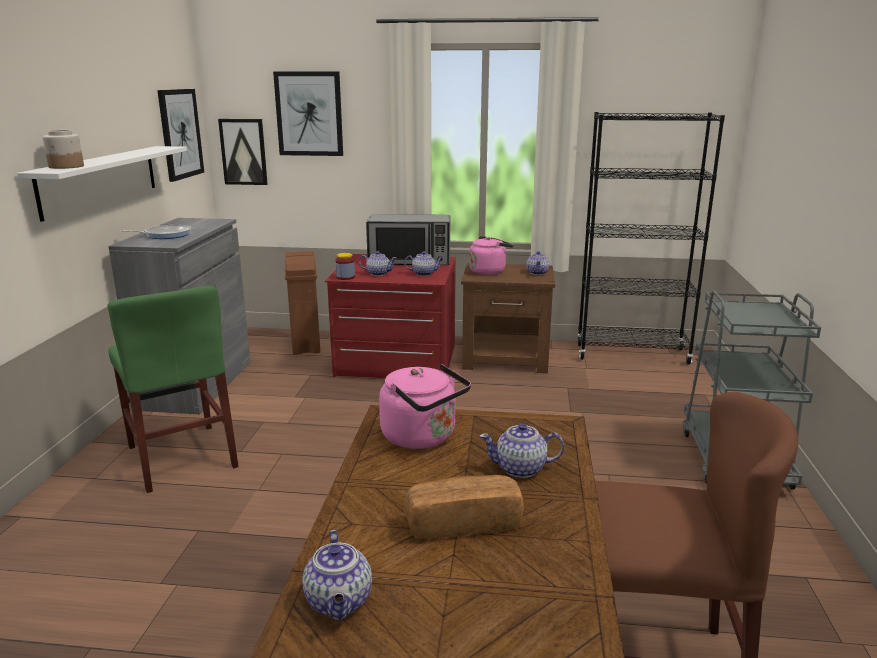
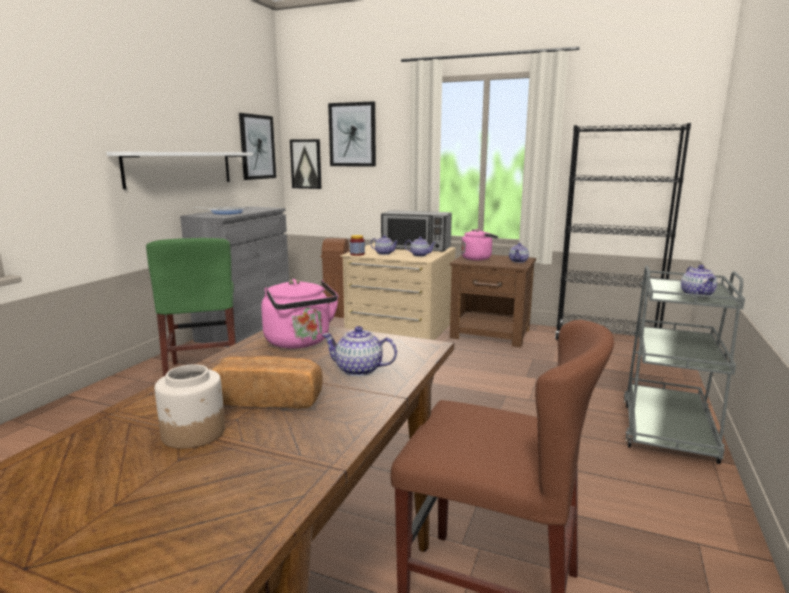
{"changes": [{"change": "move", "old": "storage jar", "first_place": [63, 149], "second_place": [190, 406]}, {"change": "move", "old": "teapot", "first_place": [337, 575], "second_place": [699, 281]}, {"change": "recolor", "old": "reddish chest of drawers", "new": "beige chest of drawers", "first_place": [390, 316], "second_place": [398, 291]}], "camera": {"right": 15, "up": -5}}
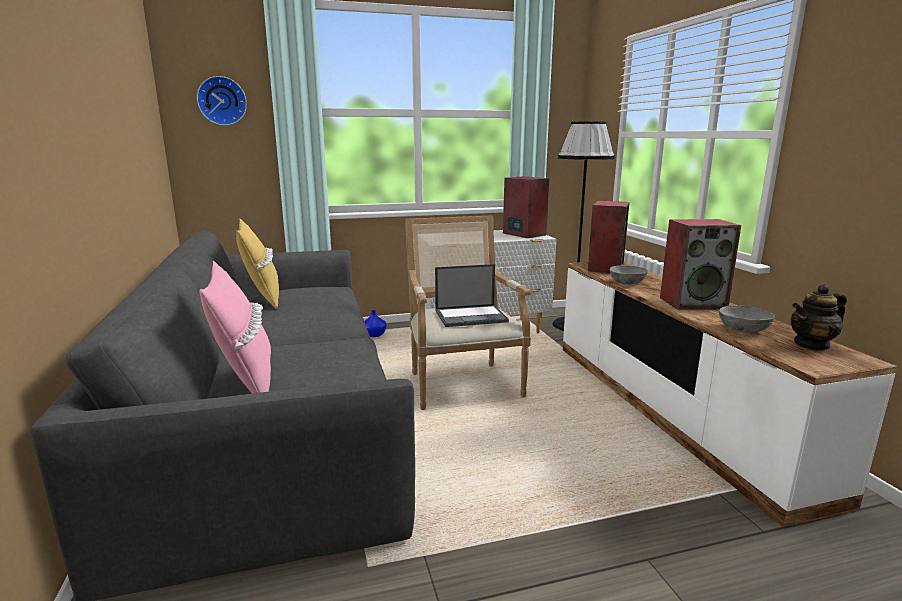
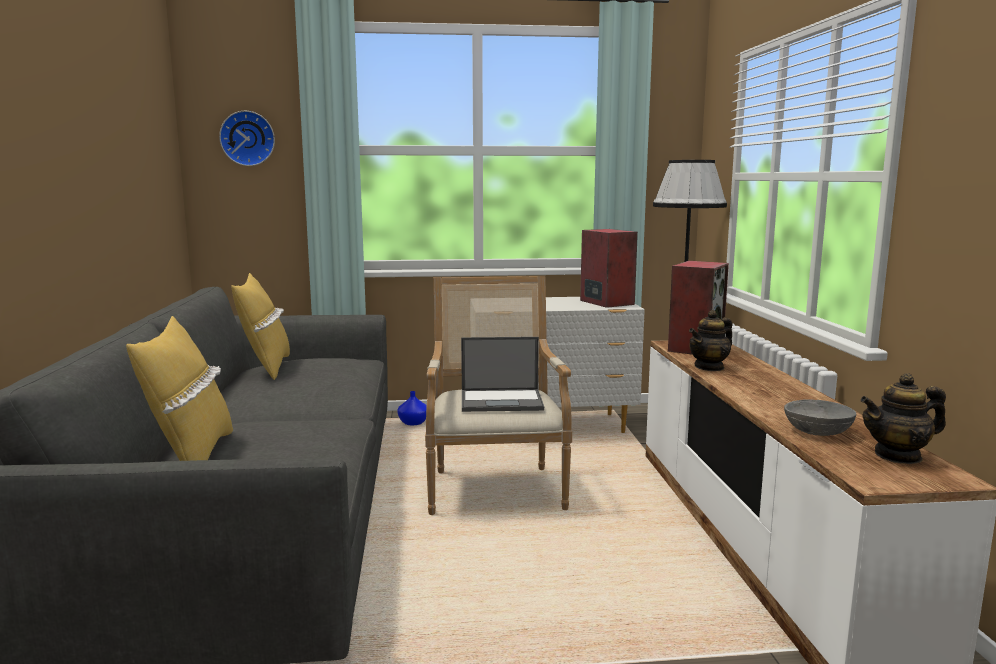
{"changes": [{"change": "delete", "old": "speaker", "first_place": [700, 264]}, {"change": "replace", "old": "grey serving bowl", "new": "teapot", "first_place": [628, 274], "second_place": [710, 340]}, {"change": "recolor", "old": "pink-coloured pillow", "new": "yellow-coloured pillow", "first_place": [235, 327], "second_place": [179, 388]}], "camera": {"right": 10, "up": -5}}
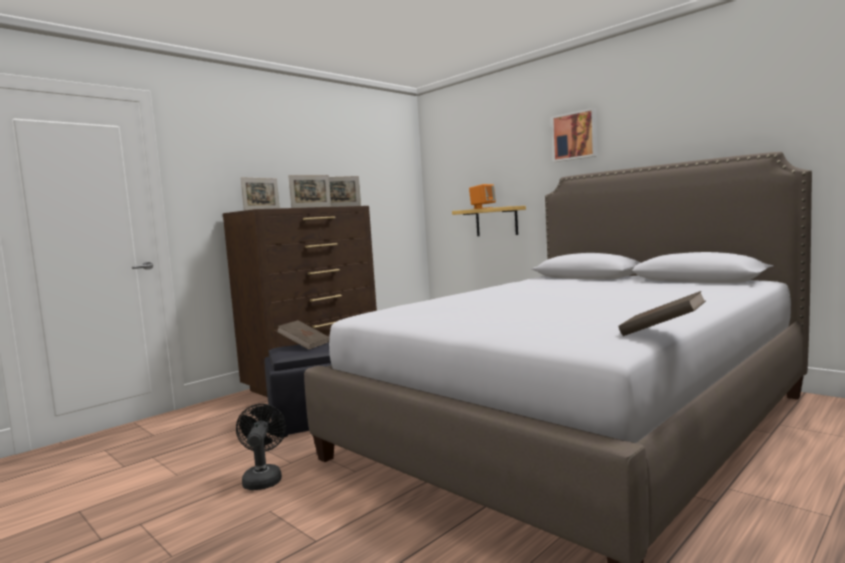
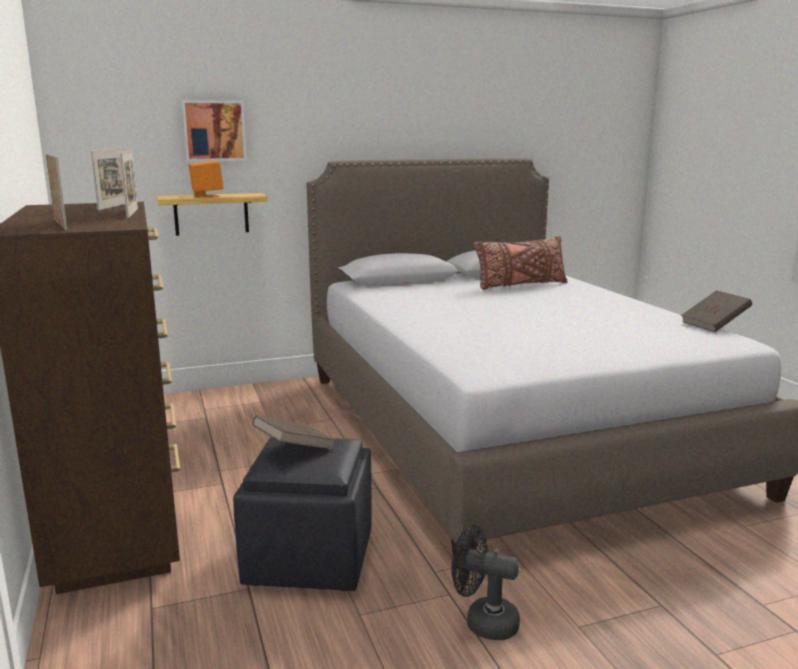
{"changes": [{"change": "insert", "new": "brown-coloured pillow", "second_place": [520, 263]}, {"change": "move", "old": "wall art", "first_place": [574, 135], "second_place": [214, 131]}], "camera": {"right": -65, "up": 10}}
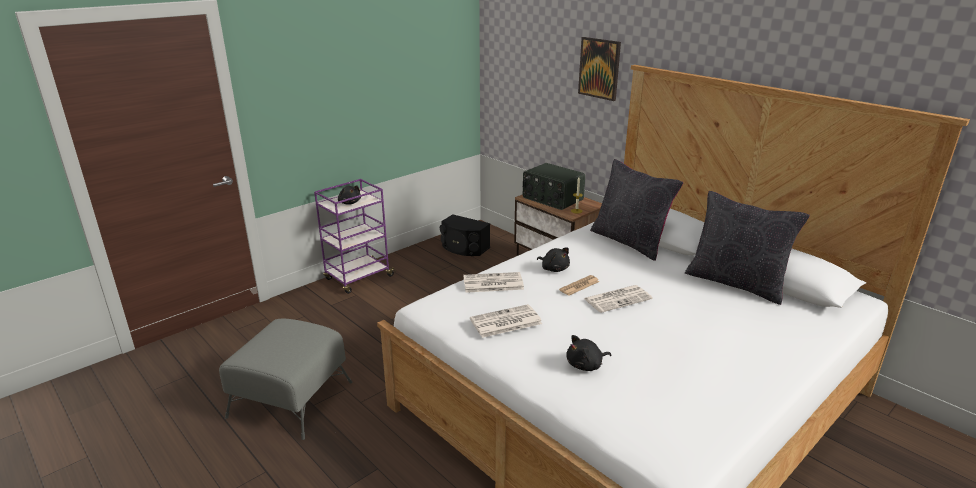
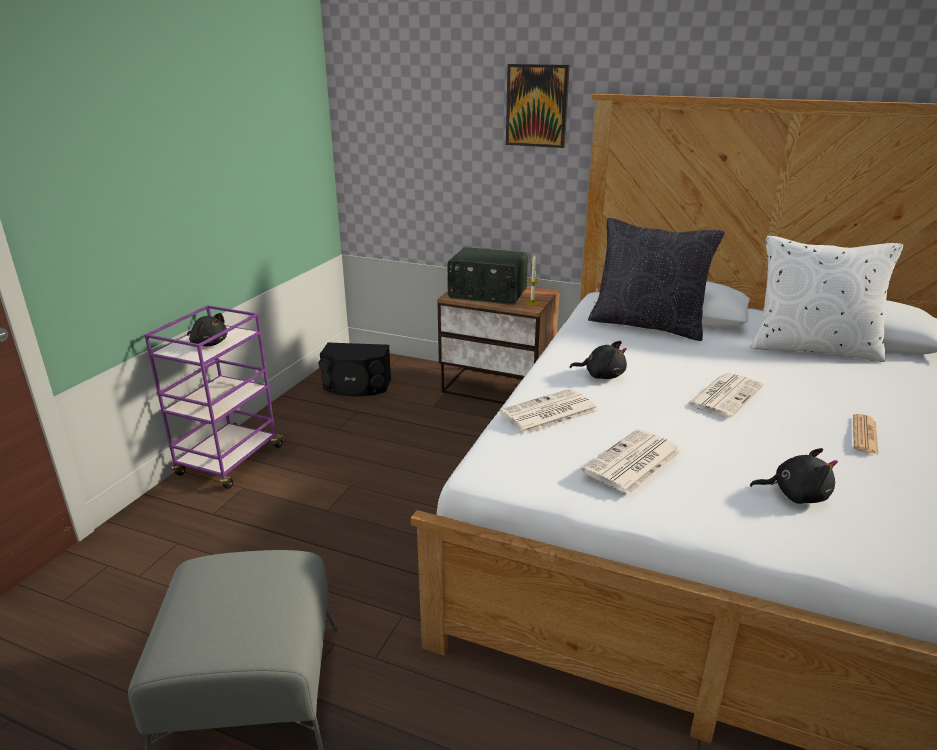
{"changes": [{"change": "move", "old": "daily paper", "first_place": [579, 285], "second_place": [866, 434]}, {"change": "recolor", "old": "black pillow", "new": "white pillow", "first_place": [747, 248], "second_place": [827, 299]}, {"change": "rotate", "old": "black plush toy", "first_place": [588, 353], "second_place": [794, 476], "degrees": -120}], "camera": {"right": -25, "up": 0}}
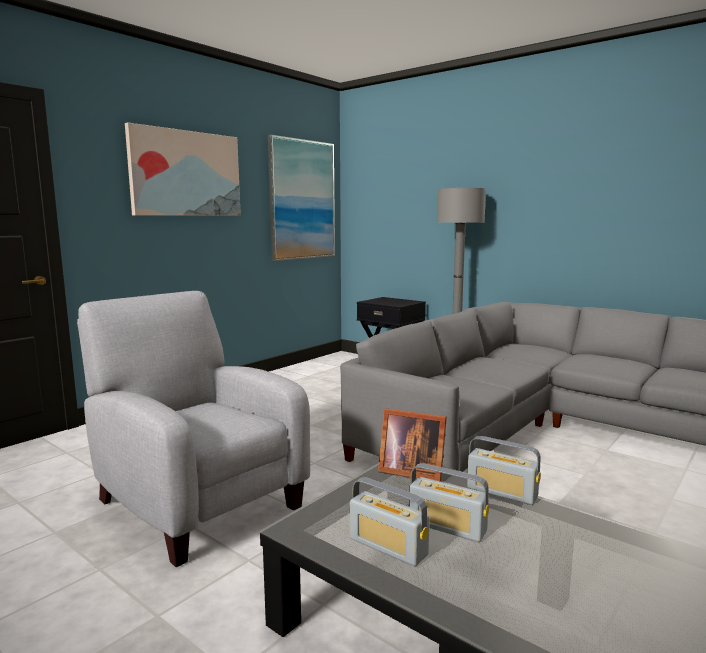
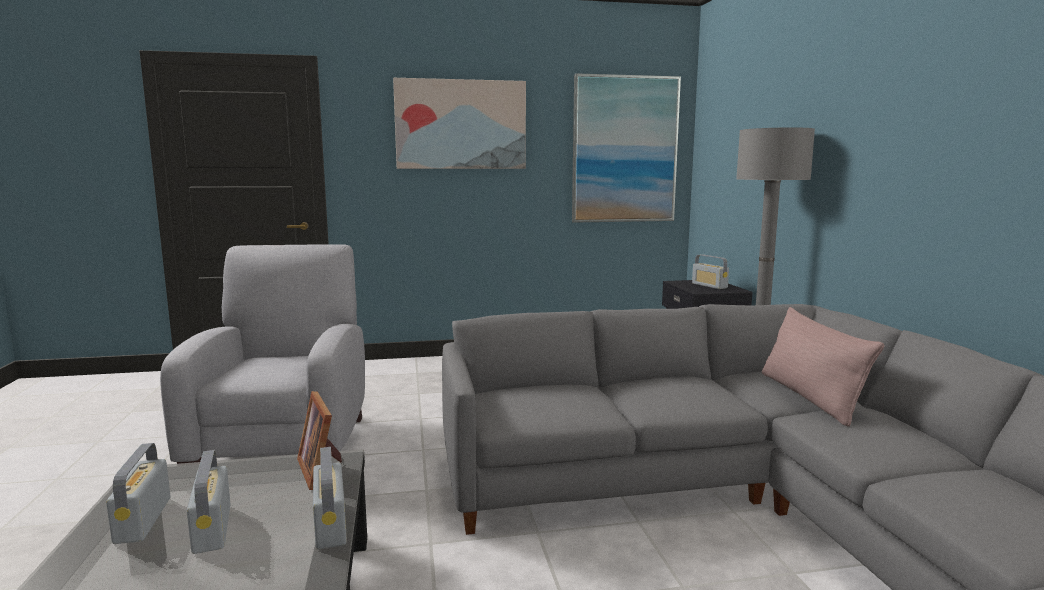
{"changes": [{"change": "insert", "new": "radio receiver", "second_place": [710, 271]}, {"change": "insert", "new": "pink-coloured pillow", "second_place": [823, 367]}], "camera": {"right": 40, "up": 0}}
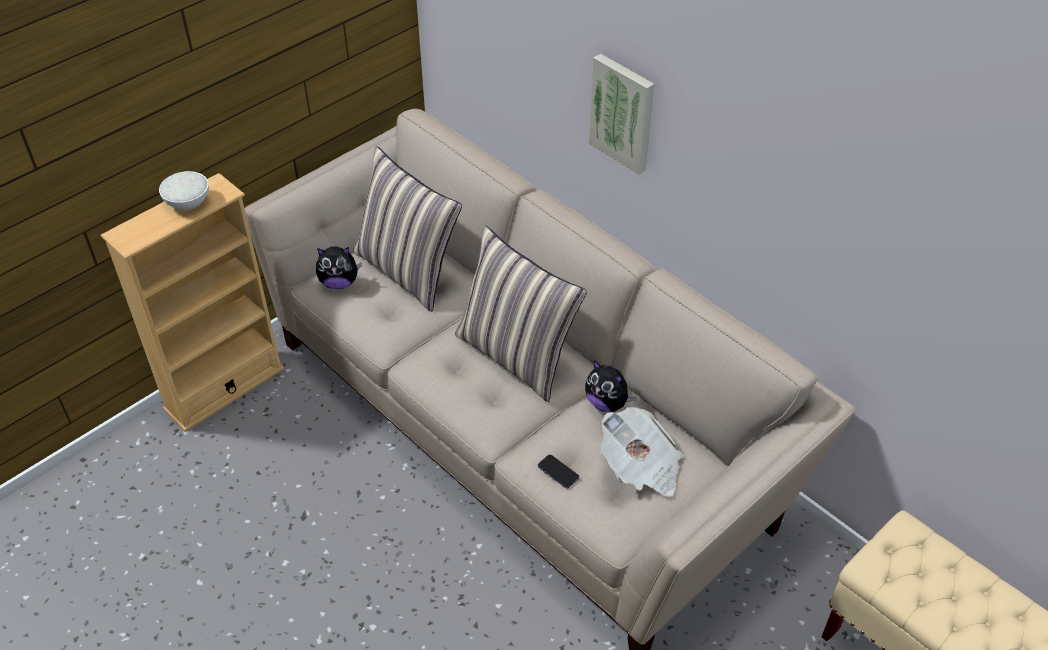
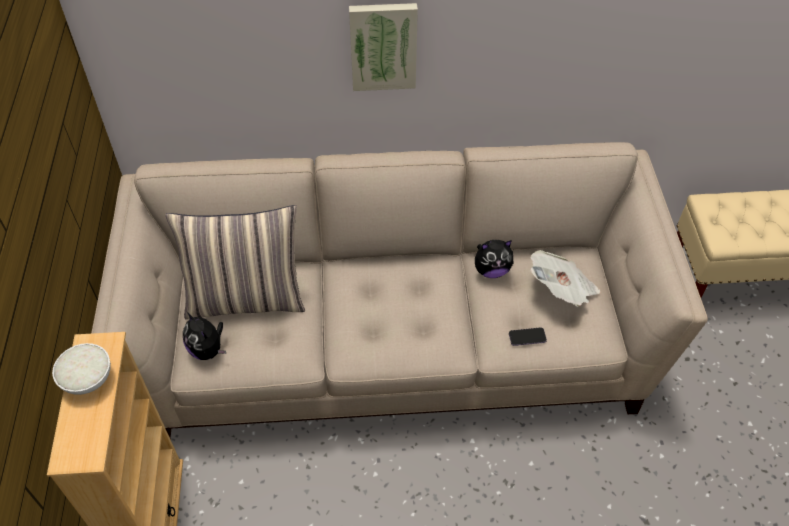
{"changes": [{"change": "delete", "old": "pillow", "first_place": [521, 314]}, {"change": "rotate", "old": "plush toy", "first_place": [339, 267], "second_place": [204, 336], "degrees": 105}], "camera": {"right": -50, "up": 5}}
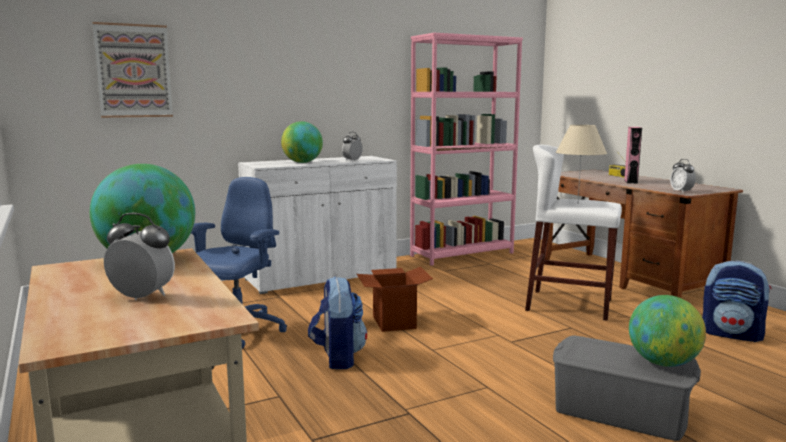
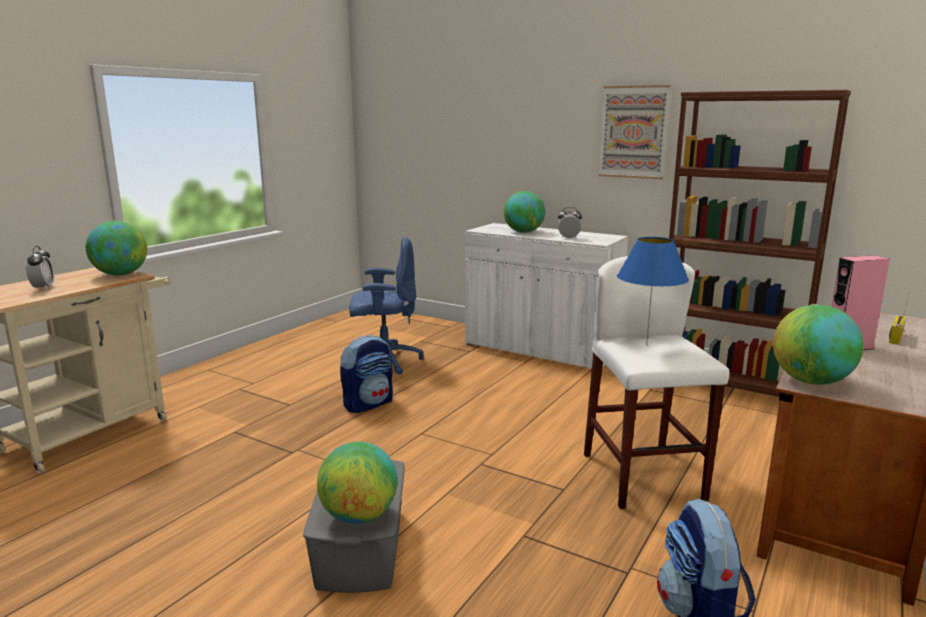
{"changes": [{"change": "delete", "old": "carton", "first_place": [395, 299]}, {"change": "move", "old": "wall art", "first_place": [132, 70], "second_place": [635, 132]}, {"change": "replace", "old": "table clock", "new": "globe", "first_place": [683, 176], "second_place": [818, 345]}, {"change": "recolor", "old": "pink-coloured bookshelf", "new": "brown-coloured bookshelf", "first_place": [466, 149], "second_place": [760, 243]}, {"change": "recolor", "old": "beige table lamp", "new": "blue table lamp", "first_place": [581, 163], "second_place": [653, 291]}], "camera": {"right": 60, "up": 5}}
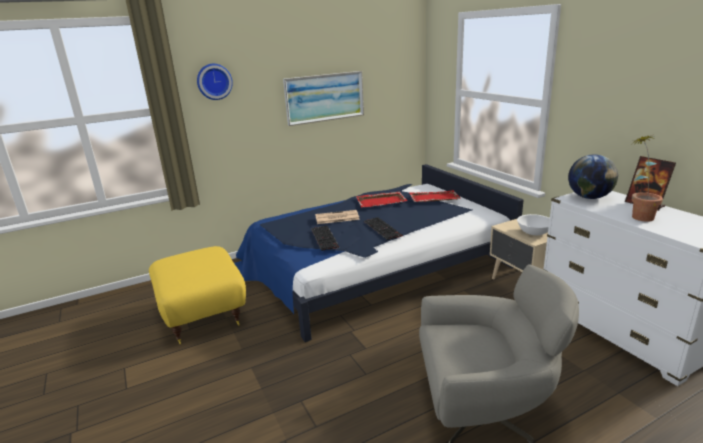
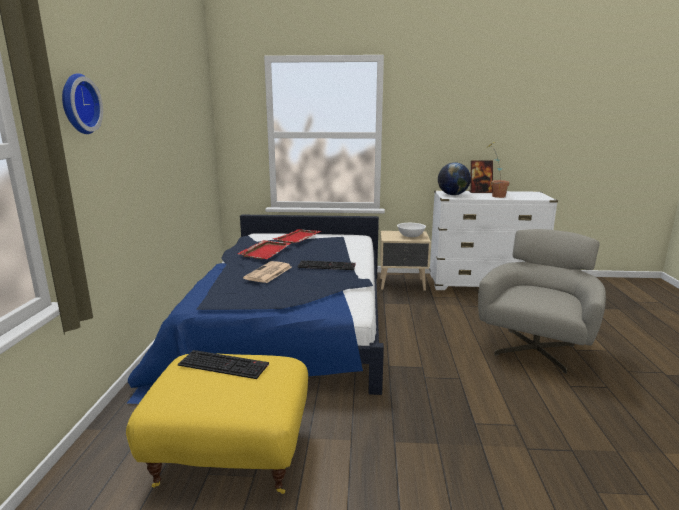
{"changes": [{"change": "delete", "old": "wall art", "first_place": [323, 98]}, {"change": "move", "old": "PC keyboard", "first_place": [325, 238], "second_place": [223, 364]}], "camera": {"right": -60, "up": -5}}
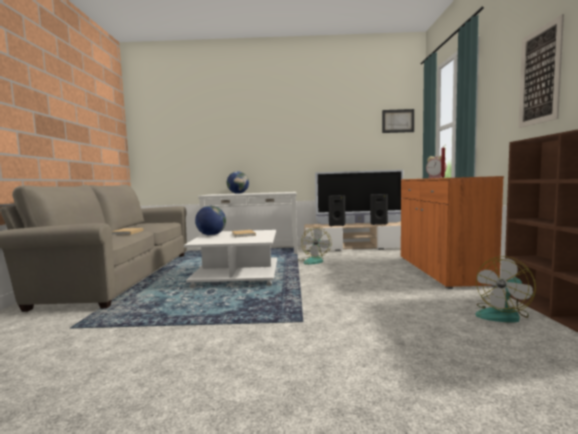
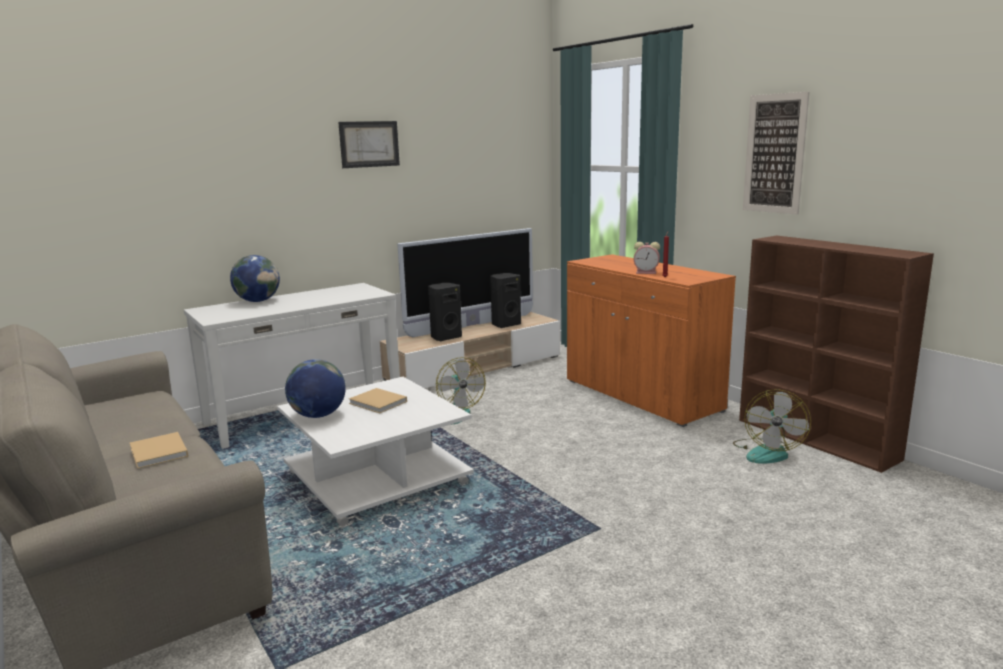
{"changes": [{"change": "move", "old": "wall art", "first_place": [398, 121], "second_place": [369, 144]}], "camera": {"right": -35, "up": 10}}
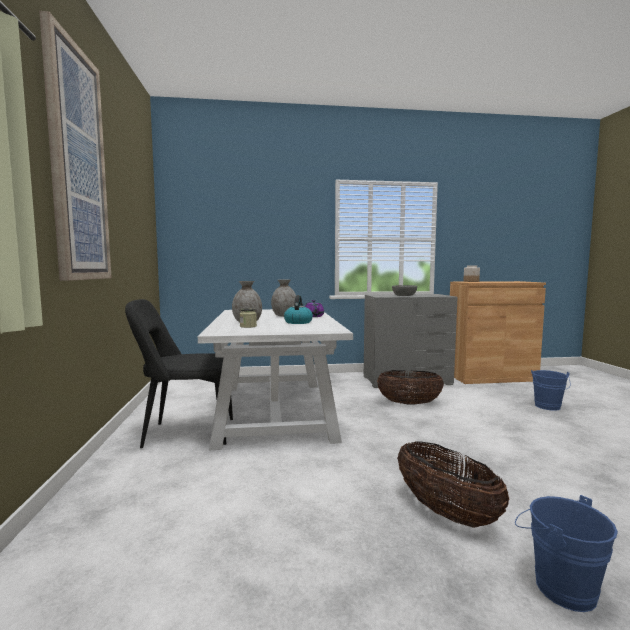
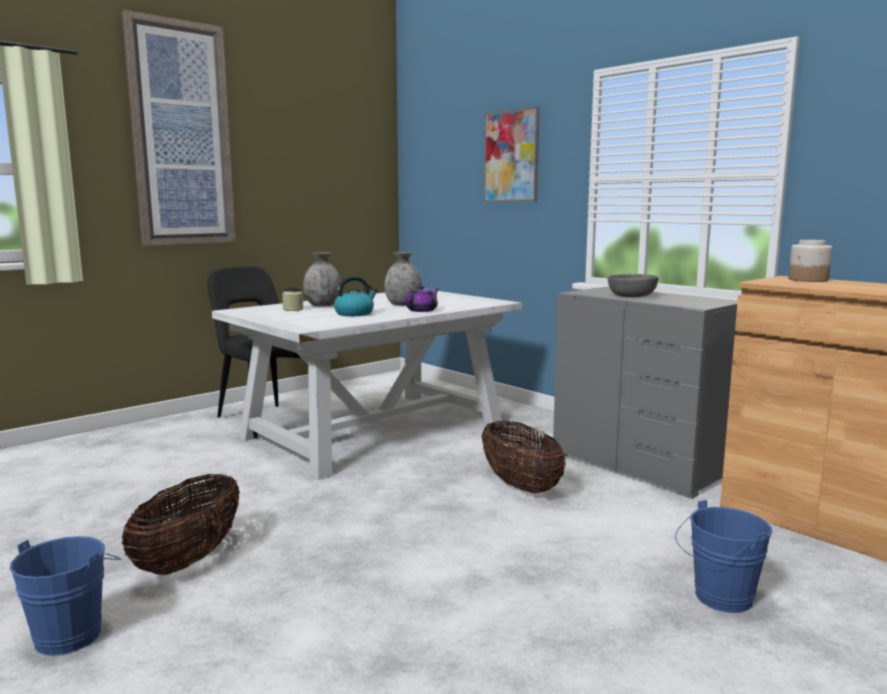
{"changes": [{"change": "insert", "new": "wall art", "second_place": [512, 154]}], "camera": {"right": 55, "up": 5}}
